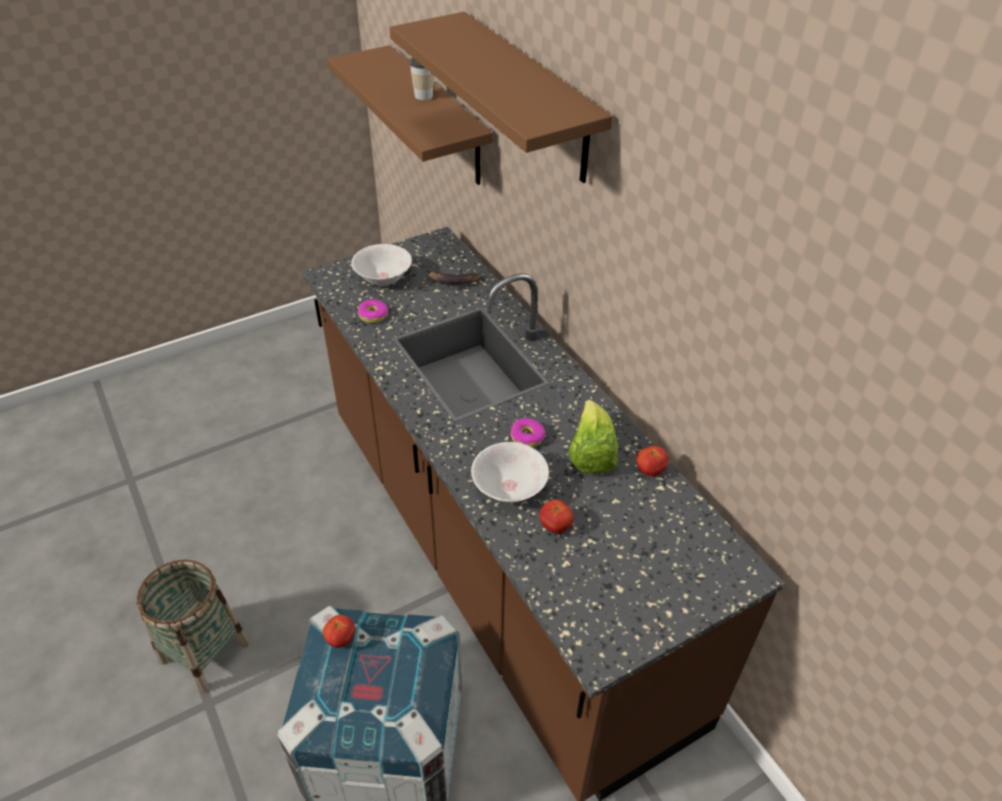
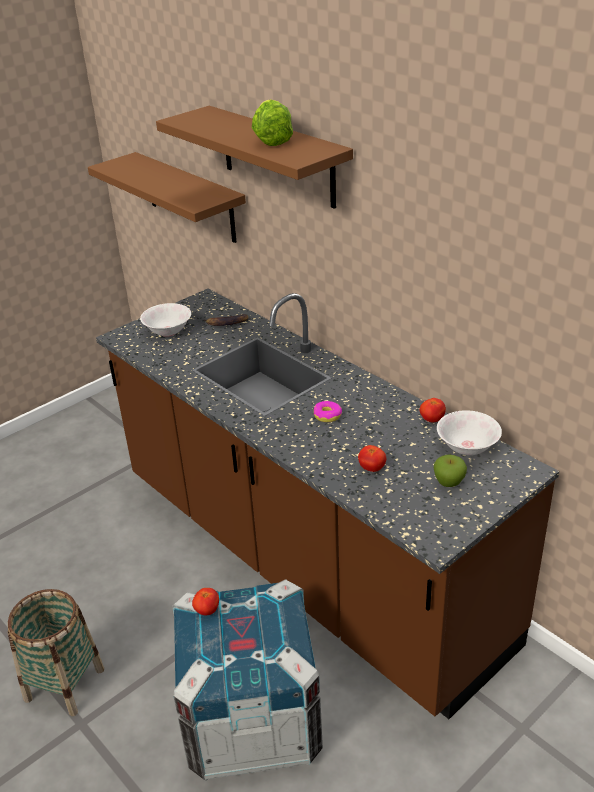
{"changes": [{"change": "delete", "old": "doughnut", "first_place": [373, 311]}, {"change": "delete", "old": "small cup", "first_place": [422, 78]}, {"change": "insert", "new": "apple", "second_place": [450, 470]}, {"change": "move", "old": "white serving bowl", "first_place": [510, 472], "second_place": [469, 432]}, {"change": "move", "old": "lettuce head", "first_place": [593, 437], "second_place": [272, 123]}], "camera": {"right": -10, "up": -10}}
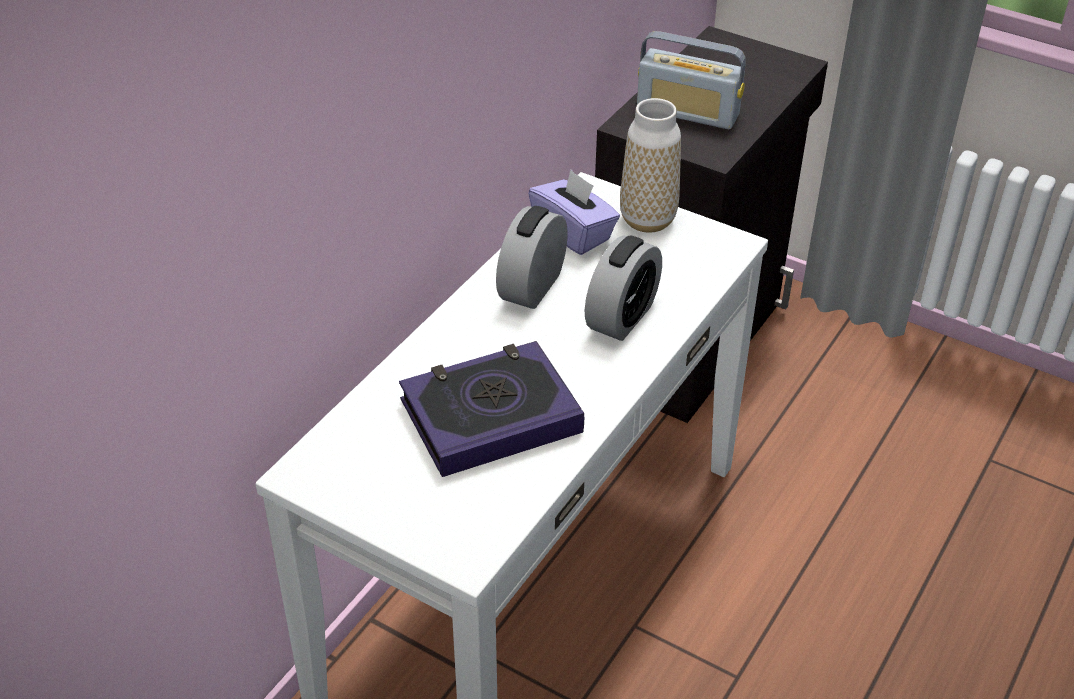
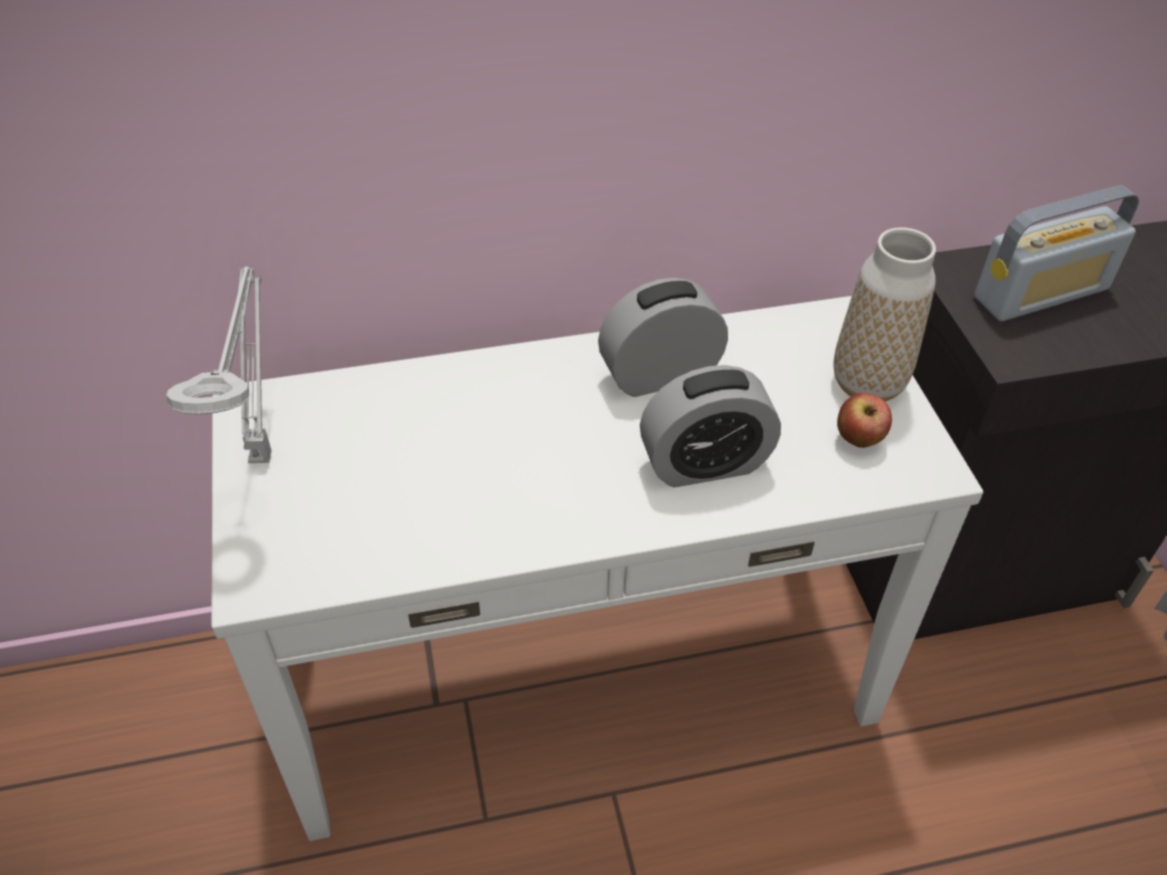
{"changes": [{"change": "delete", "old": "bound book", "first_place": [491, 409]}, {"change": "delete", "old": "purple tissue box", "first_place": [574, 212]}, {"change": "insert", "new": "grey table lamp", "second_place": [219, 364]}, {"change": "insert", "new": "apple", "second_place": [864, 420]}, {"change": "rotate", "old": "radio receiver", "first_place": [691, 80], "second_place": [1056, 253], "degrees": -90}], "camera": {"right": 45, "up": 5}}
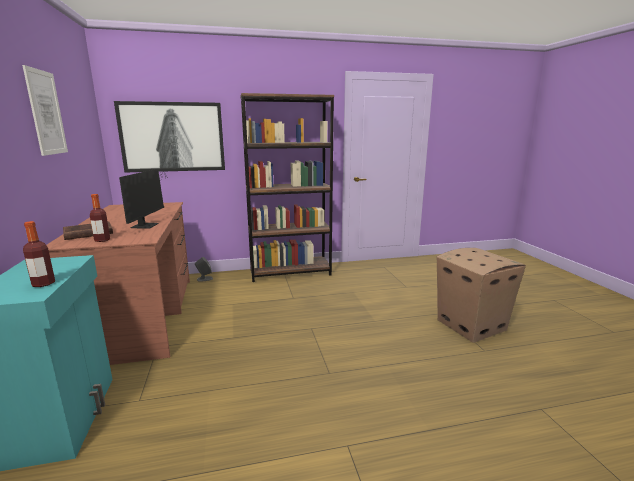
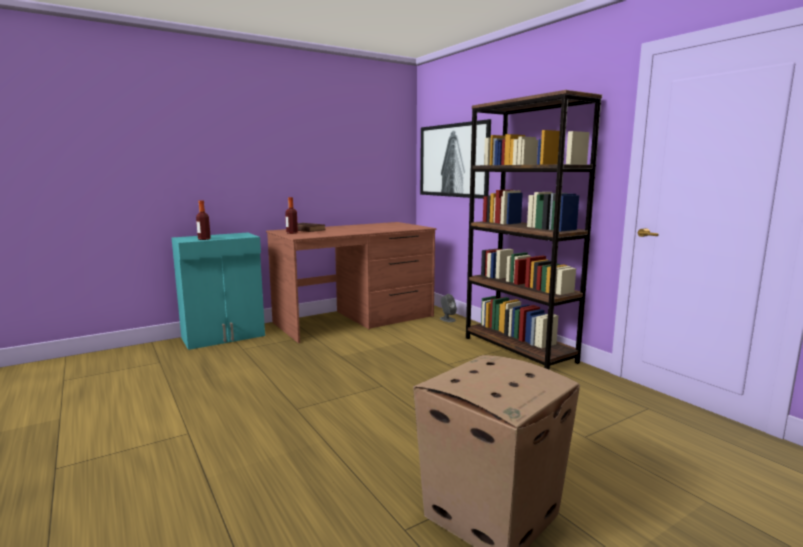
{"changes": [{"change": "delete", "old": "wall art", "first_place": [45, 110]}, {"change": "delete", "old": "computer display", "first_place": [143, 199]}], "camera": {"right": 70, "up": -5}}
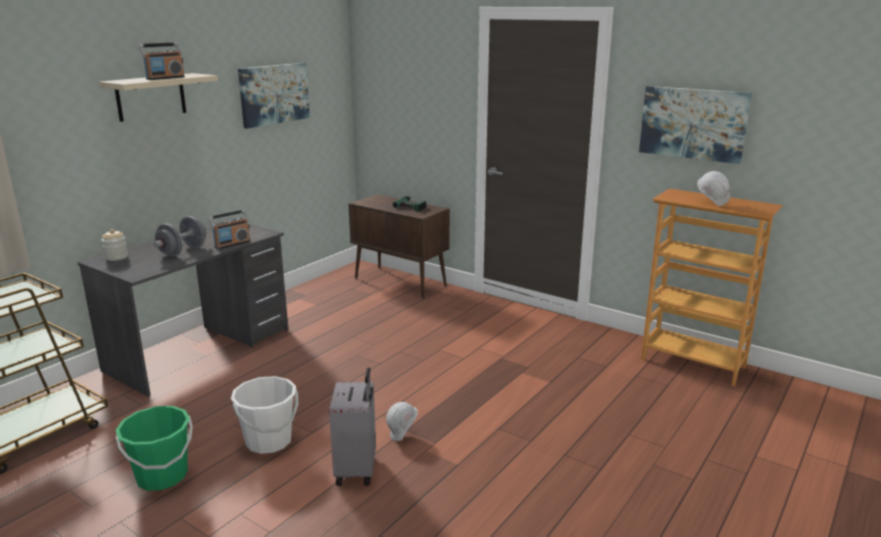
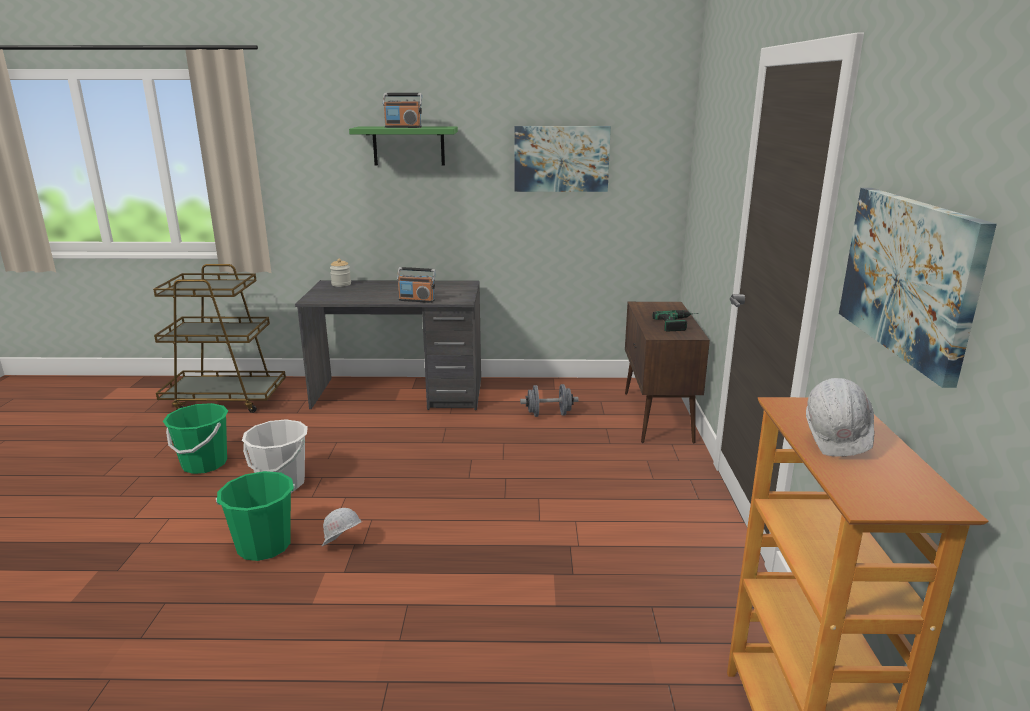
{"changes": [{"change": "move", "old": "grey hand weight", "first_place": [180, 236], "second_place": [549, 400]}, {"change": "replace", "old": "grey piece of luggage", "new": "green-coloured water bucket", "first_place": [352, 426], "second_place": [255, 516]}, {"change": "recolor", "old": "beige shelf", "new": "green-coloured shelf", "first_place": [158, 97], "second_place": [403, 145]}], "camera": {"right": 55, "up": 0}}
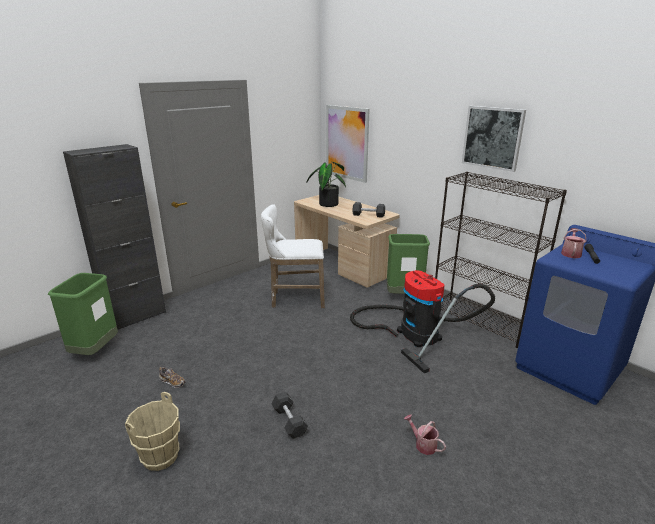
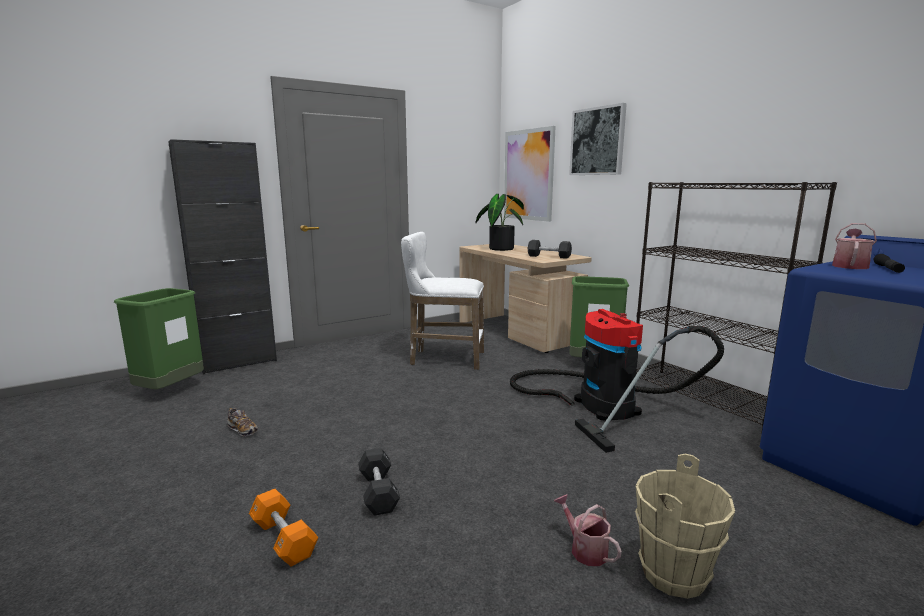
{"changes": [{"change": "insert", "new": "orange-coloured hand weight", "second_place": [283, 527]}, {"change": "move", "old": "beige water bucket", "first_place": [152, 431], "second_place": [685, 526]}, {"change": "move", "old": "wall art", "first_place": [494, 139], "second_place": [598, 139]}], "camera": {"right": 10, "up": -10}}
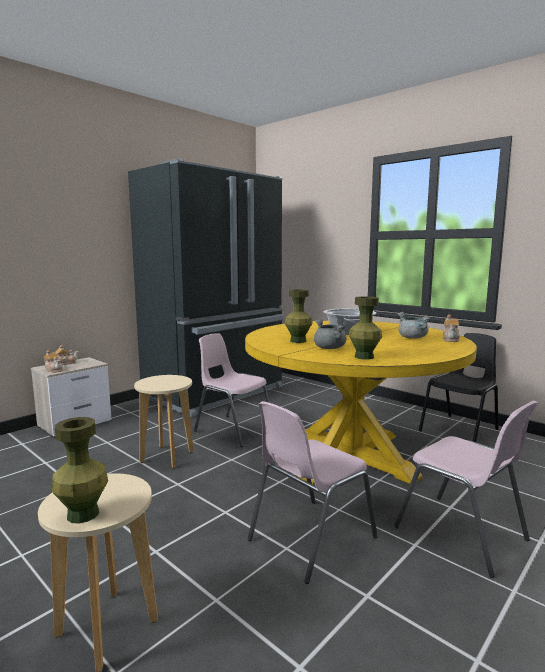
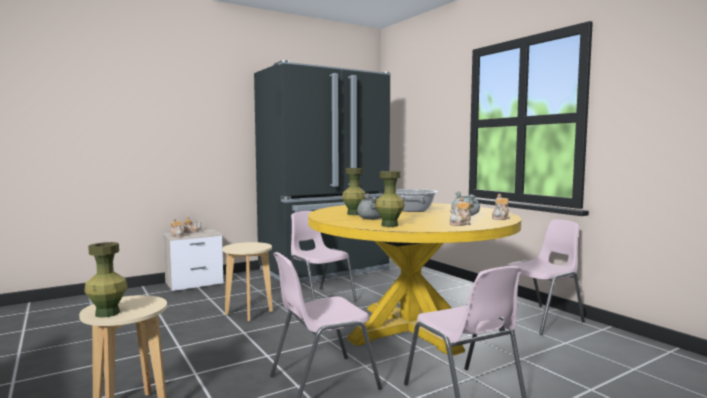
{"changes": [{"change": "insert", "new": "teapot", "second_place": [461, 211]}, {"change": "recolor", "old": "black plain chair", "new": "pink-coloured plain chair", "first_place": [458, 387], "second_place": [546, 277]}], "camera": {"right": 15, "up": -5}}
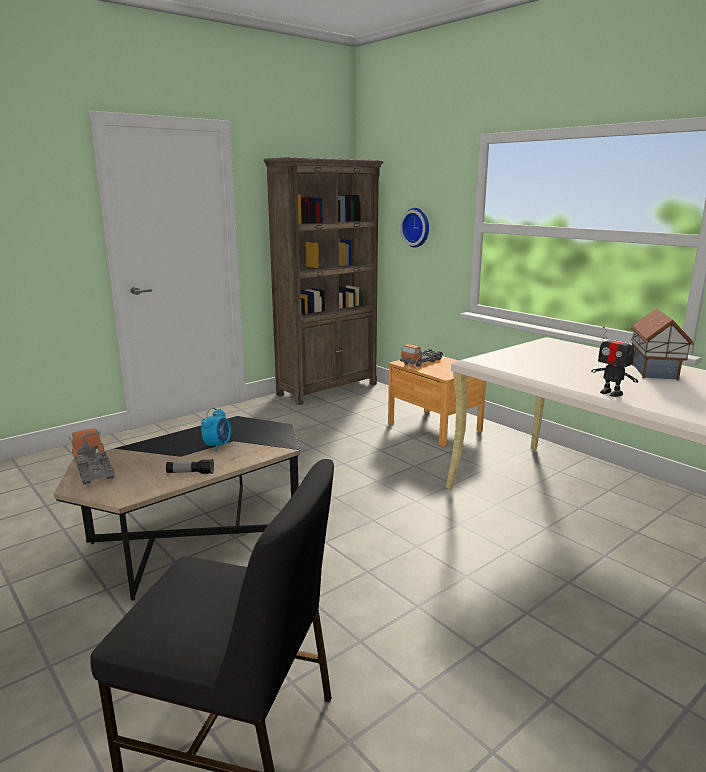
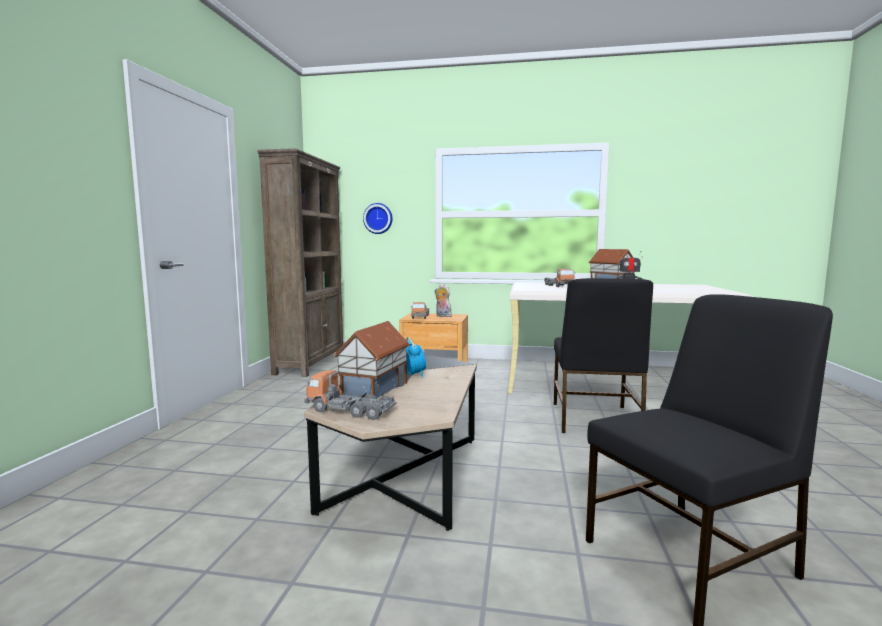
{"changes": [{"change": "delete", "old": "flashlight", "first_place": [190, 466]}, {"change": "insert", "new": "toy house", "second_place": [372, 359]}, {"change": "insert", "new": "plush toy", "second_place": [443, 300]}, {"change": "insert", "new": "toy lorry", "second_place": [559, 278]}, {"change": "insert", "new": "black plain chair", "second_place": [603, 355]}], "camera": {"right": -40, "up": -10}}
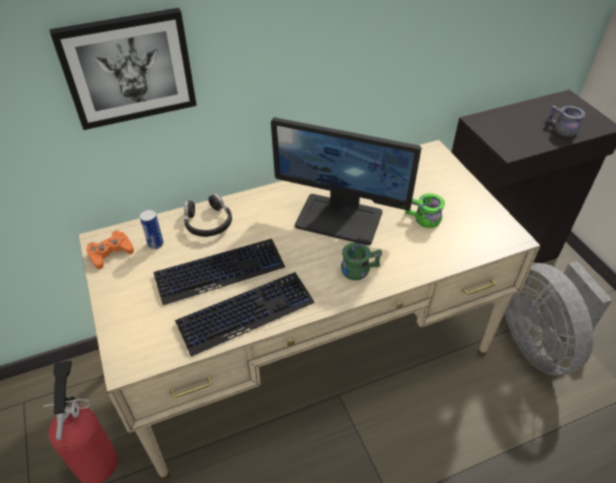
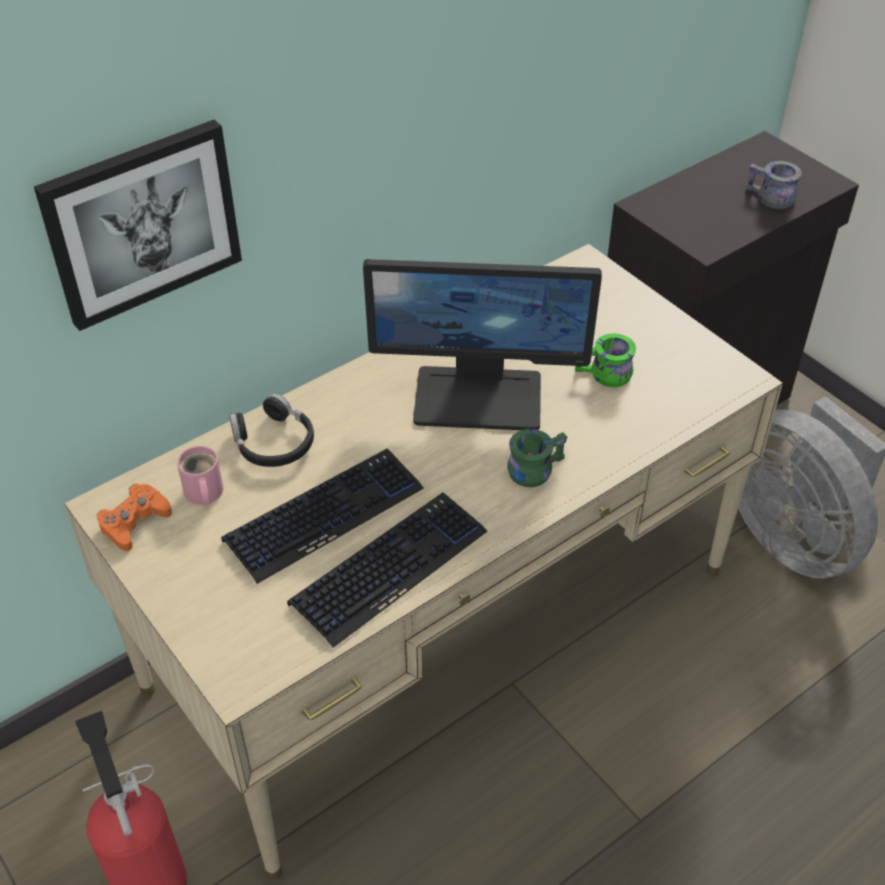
{"changes": [{"change": "replace", "old": "can", "new": "pink-coloured coffee mug", "first_place": [151, 229], "second_place": [200, 475]}], "camera": {"right": -15, "up": 0}}
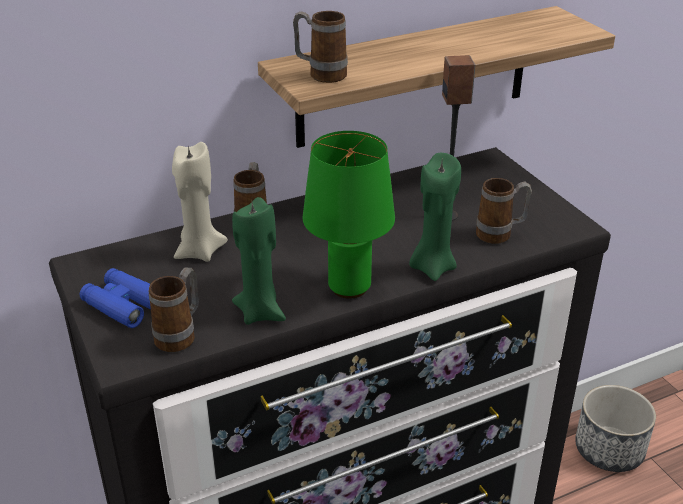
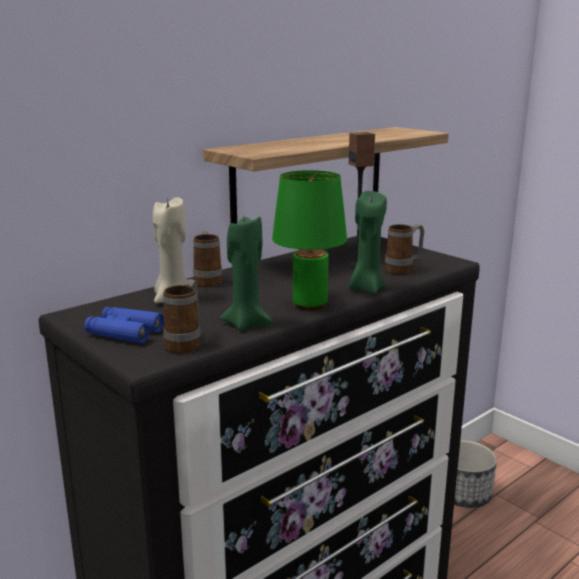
{"changes": [{"change": "delete", "old": "coffee mug", "first_place": [320, 47]}], "camera": {"right": -15, "up": -15}}
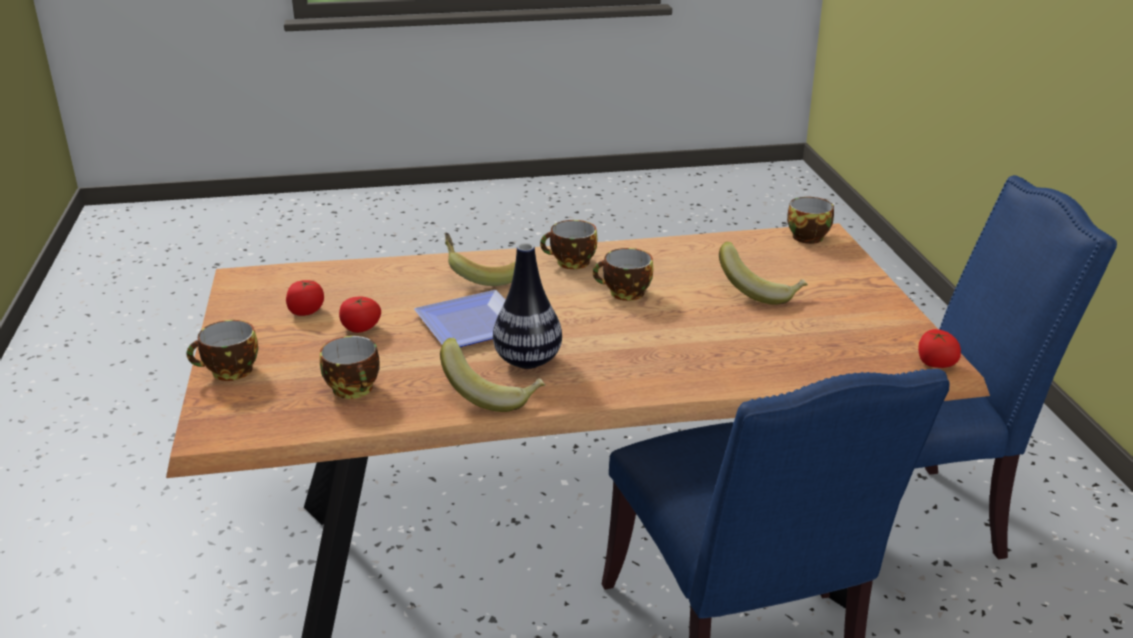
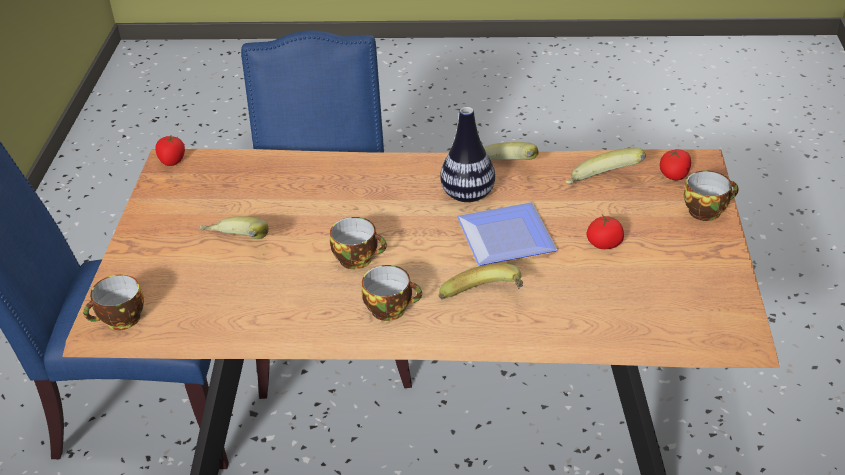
{"changes": [{"change": "move", "old": "fresh tomato", "first_place": [305, 298], "second_place": [675, 164]}, {"change": "replace", "old": "small cup", "new": "banana fruit", "first_place": [350, 367], "second_place": [605, 166]}], "camera": {"right": -165, "up": 10}}
